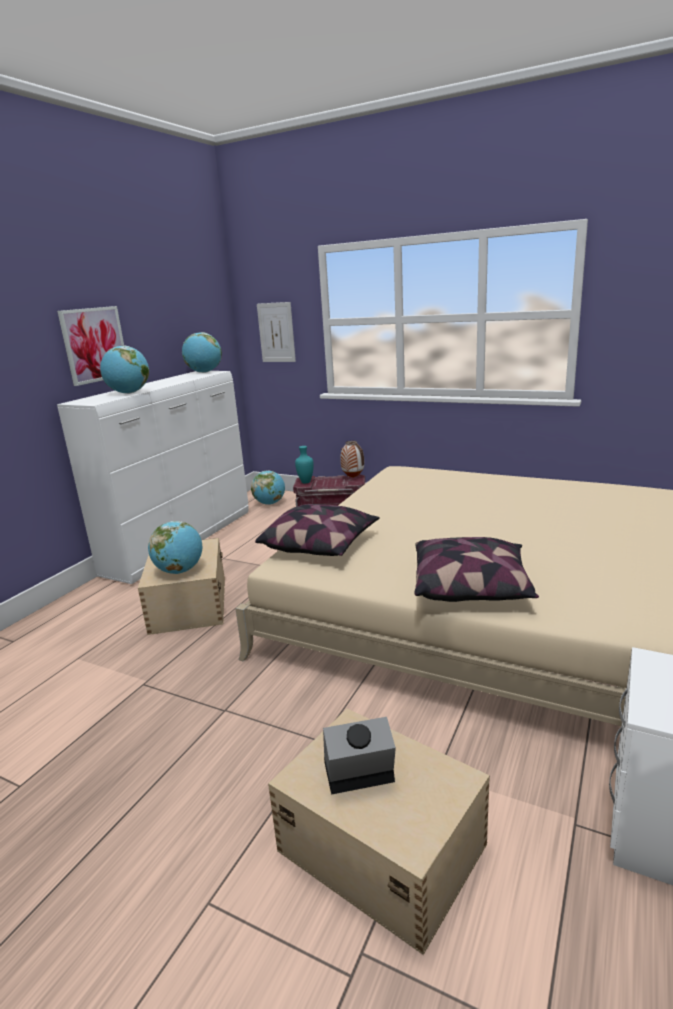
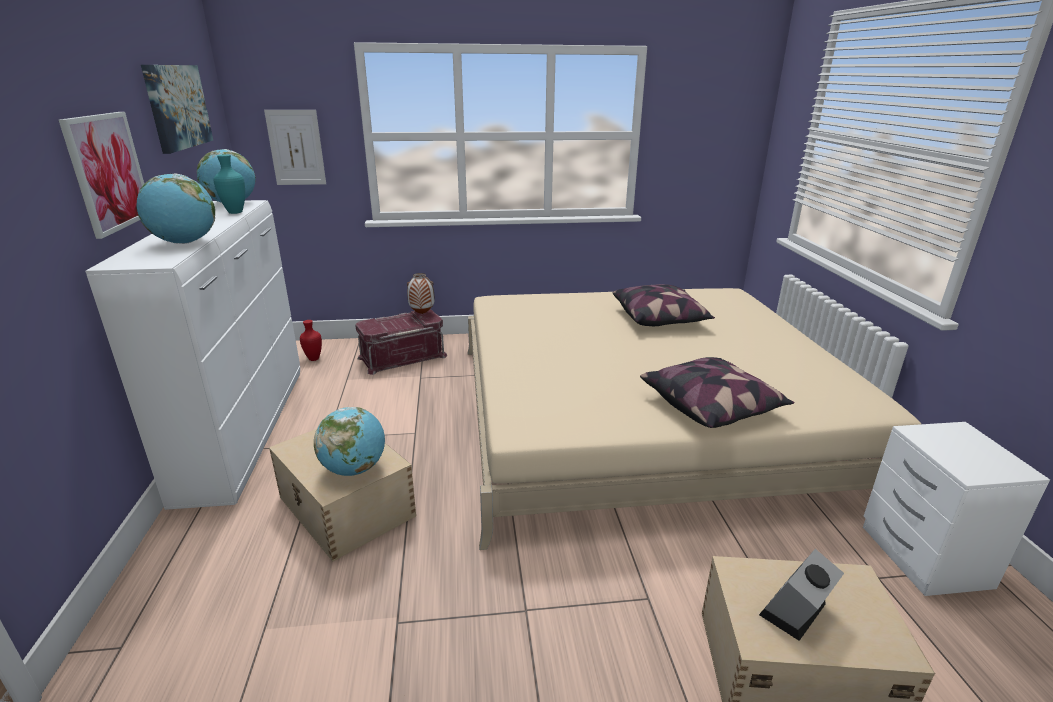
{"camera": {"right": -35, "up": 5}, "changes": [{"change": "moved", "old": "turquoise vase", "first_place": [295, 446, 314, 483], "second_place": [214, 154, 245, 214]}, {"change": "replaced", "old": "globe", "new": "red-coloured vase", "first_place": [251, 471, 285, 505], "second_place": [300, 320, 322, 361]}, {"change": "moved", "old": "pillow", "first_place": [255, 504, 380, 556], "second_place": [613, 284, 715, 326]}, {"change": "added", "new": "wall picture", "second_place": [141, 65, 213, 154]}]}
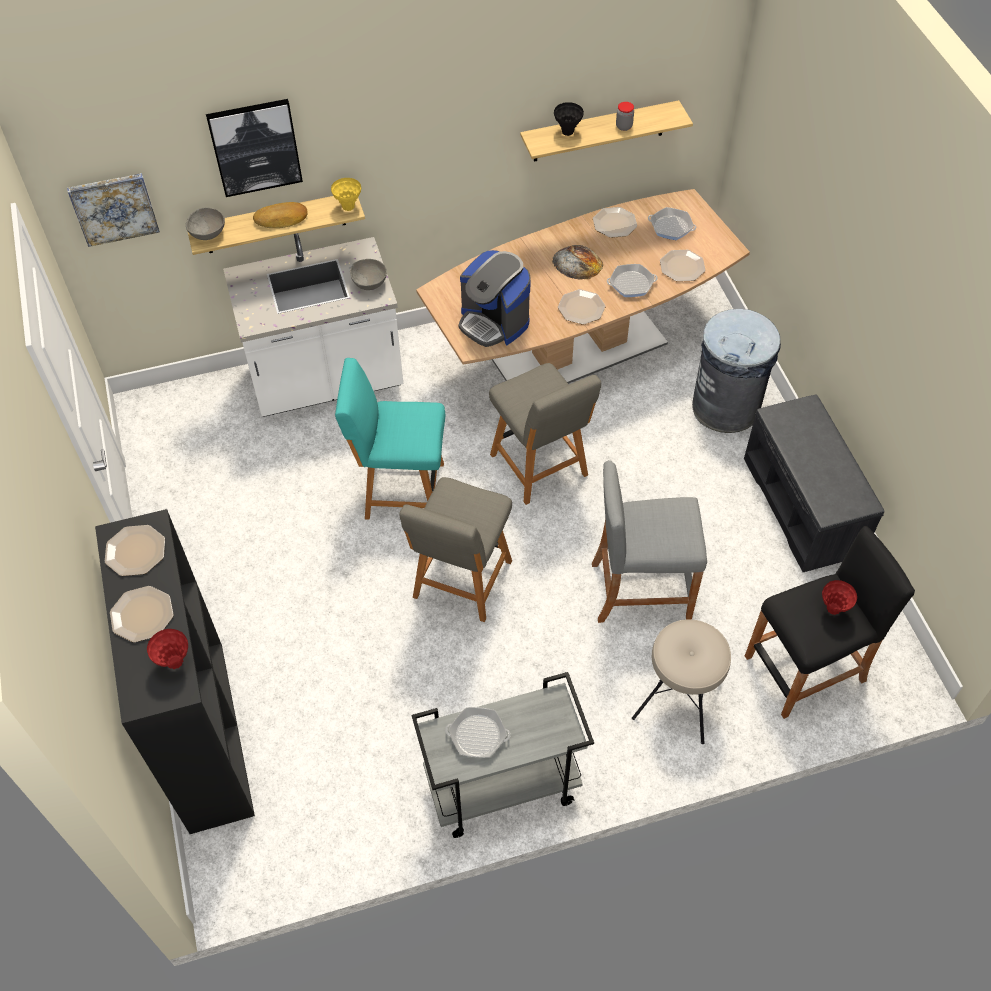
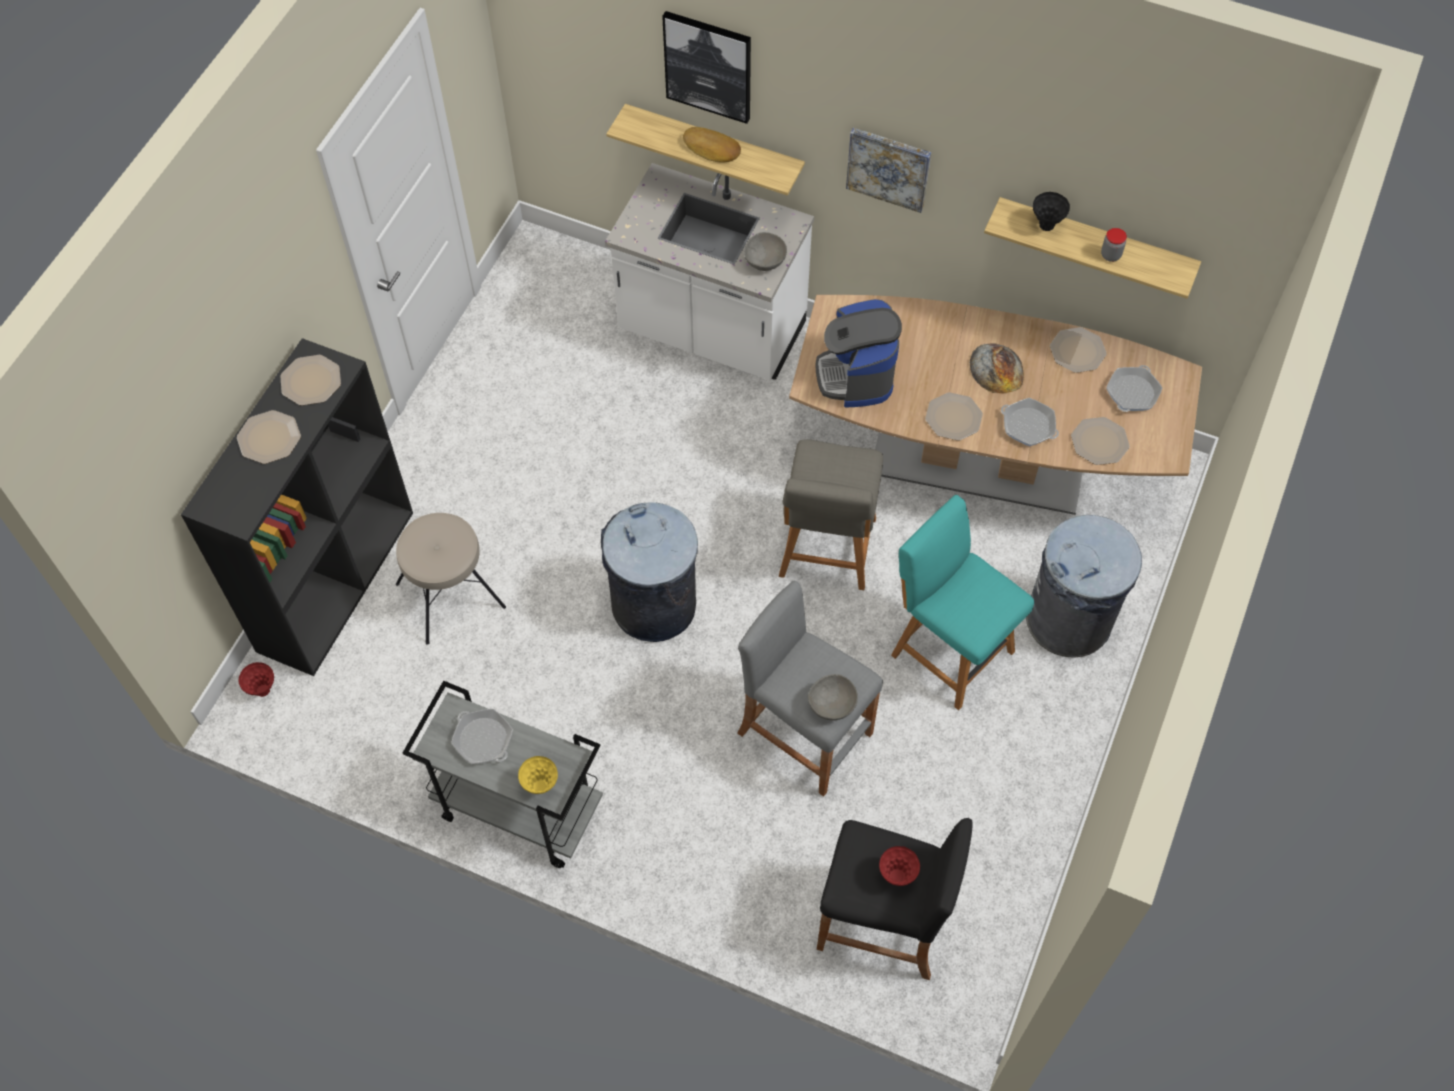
{"camera": {"right": 40, "up": 5}, "changes": [{"change": "moved", "old": "wall picture", "first_place": [67, 173, 160, 247], "second_place": [846, 128, 931, 213]}, {"change": "moved", "old": "yellow vase", "first_place": [331, 178, 361, 211], "second_place": [518, 756, 558, 794]}, {"change": "turned", "old": "frying pan", "first_place": [648, 207, 696, 240], "second_place": [1106, 365, 1162, 412], "degrees": -120}, {"change": "moved", "old": "greyish deep dish", "first_place": [186, 208, 225, 240], "second_place": [808, 674, 858, 720]}, {"change": "moved", "old": "turquoise chair", "first_place": [335, 358, 445, 520], "second_place": [891, 495, 1034, 710]}, {"change": "removed", "old": "greyish indoor bench", "first_place": [744, 394, 885, 572]}, {"change": "replaced", "old": "greyish chair", "new": "greyish rubbish bin", "first_place": [399, 477, 512, 622], "second_place": [601, 502, 698, 642]}, {"change": "moved", "old": "sand-coloured stool seat", "first_place": [632, 619, 731, 744], "second_place": [396, 513, 506, 645]}, {"change": "moved", "old": "red-coloured vase", "first_place": [147, 629, 188, 669], "second_place": [239, 662, 274, 697]}]}
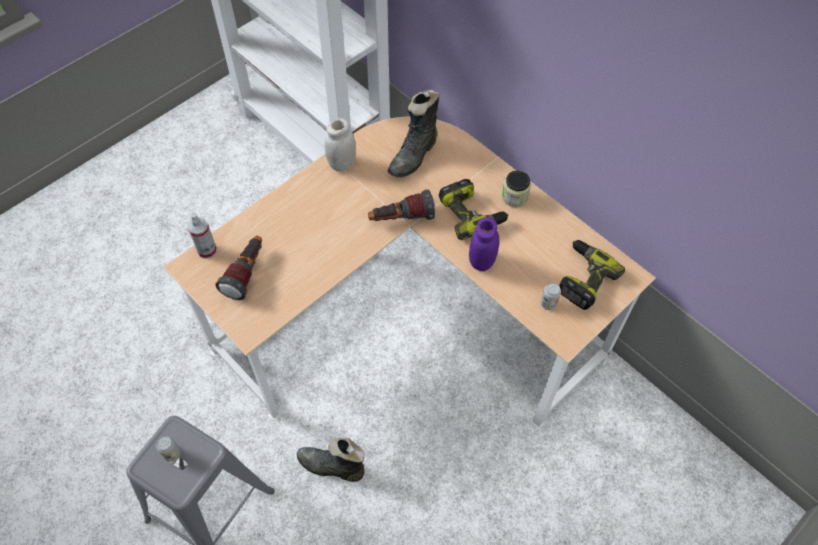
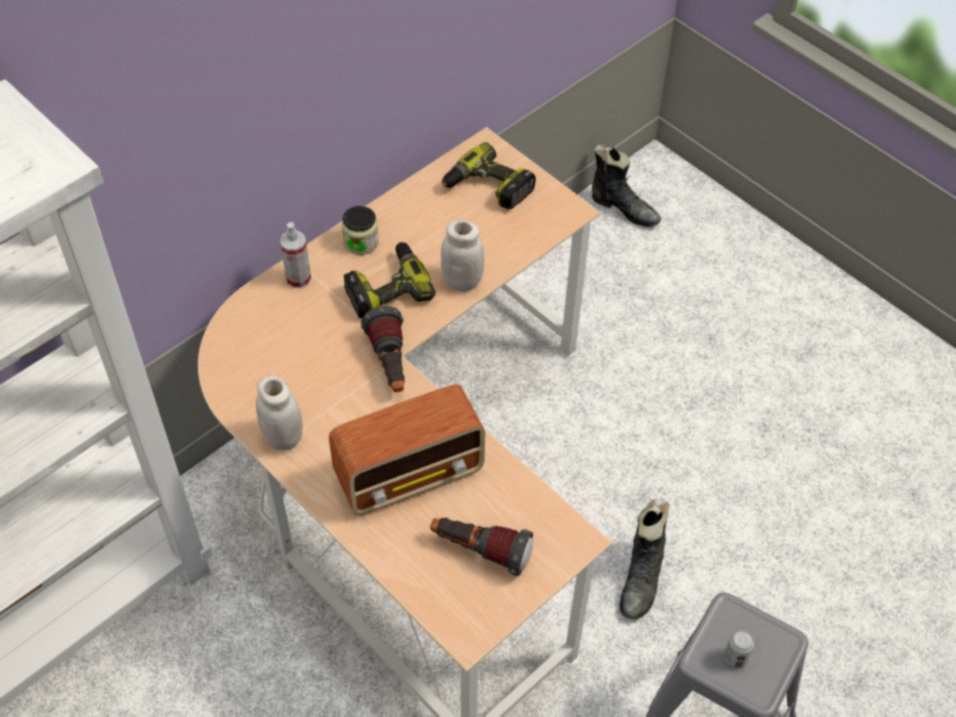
{"camera": {"right": -90, "up": -5}, "changes": [{"change": "moved", "old": "black-coloured tall boot", "first_place": [388, 90, 439, 177], "second_place": [592, 144, 661, 227]}, {"change": "moved", "old": "hand sprayer", "first_place": [187, 213, 217, 259], "second_place": [280, 222, 311, 288]}, {"change": "recoloured", "old": "purple jar", "new": "whitish jar", "first_place": [469, 217, 499, 271], "second_place": [441, 220, 484, 291]}, {"change": "removed", "old": "can", "first_place": [541, 283, 561, 310]}, {"change": "added", "new": "radio set", "second_place": [329, 384, 485, 516]}]}
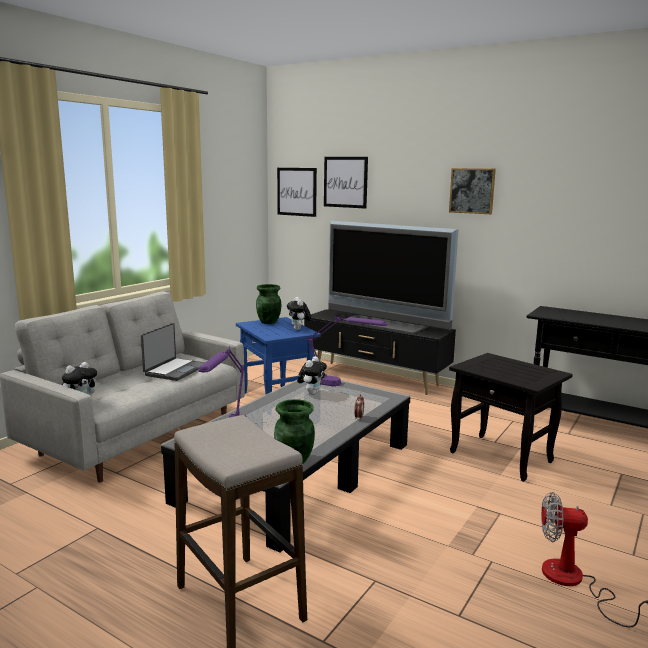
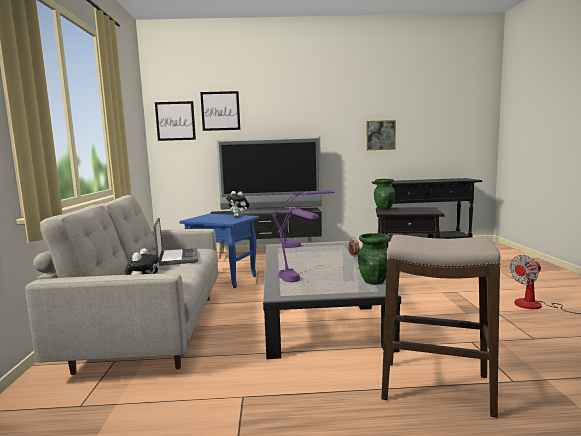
{"camera": {"right": -35, "up": -5}, "changes": [{"change": "moved", "old": "wall picture", "first_place": [449, 168, 496, 214], "second_place": [367, 120, 396, 150]}, {"change": "moved", "old": "green-coloured vase", "first_place": [256, 284, 281, 324], "second_place": [374, 179, 395, 210]}, {"change": "removed", "old": "soft toy", "first_place": [297, 356, 327, 395]}]}
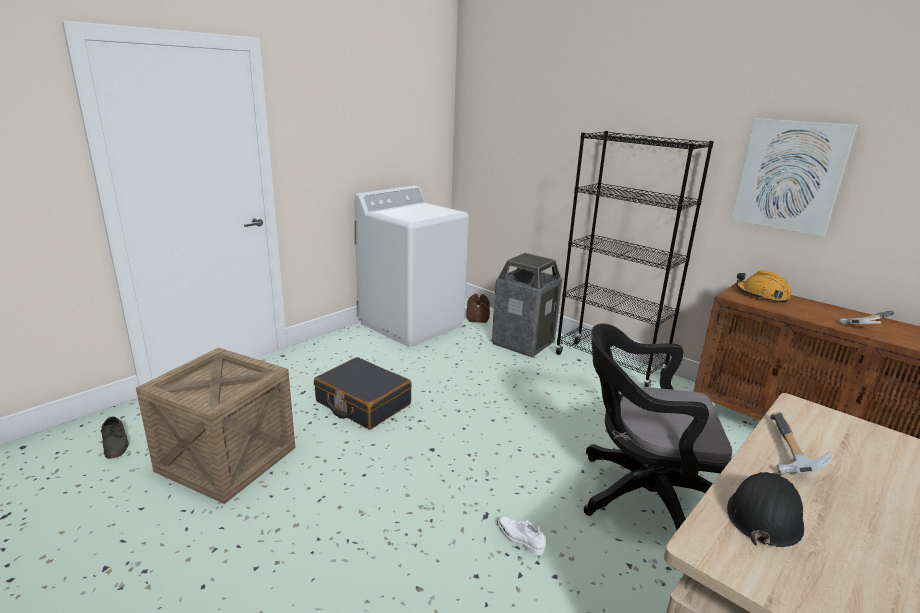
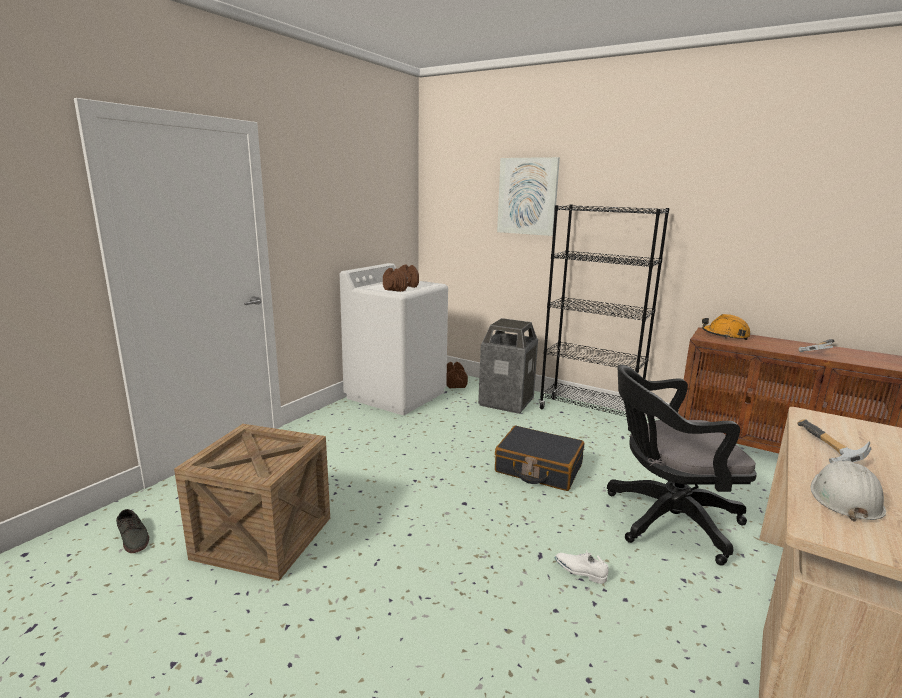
{"camera": {"right": -10, "up": -5}, "changes": [{"change": "moved", "old": "wall picture", "first_place": [731, 118, 857, 236], "second_place": [497, 157, 560, 236]}, {"change": "moved", "old": "black-coloured piece of luggage", "first_place": [314, 357, 412, 430], "second_place": [495, 426, 584, 491]}, {"change": "recoloured", "old": "black-coloured safety helmet", "new": "whitish safety helmet", "first_place": [727, 472, 804, 547], "second_place": [811, 461, 886, 521]}, {"change": "added", "new": "brown-coloured dumbbell", "second_place": [383, 264, 419, 292]}]}
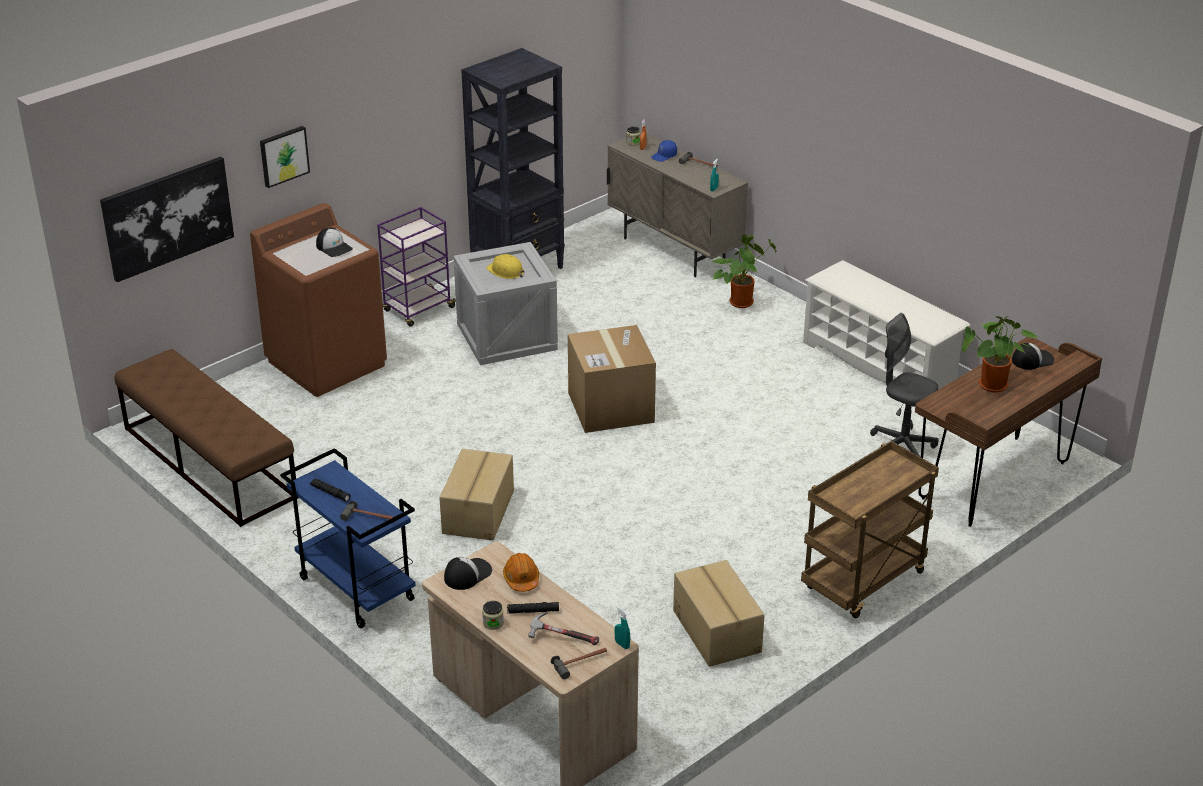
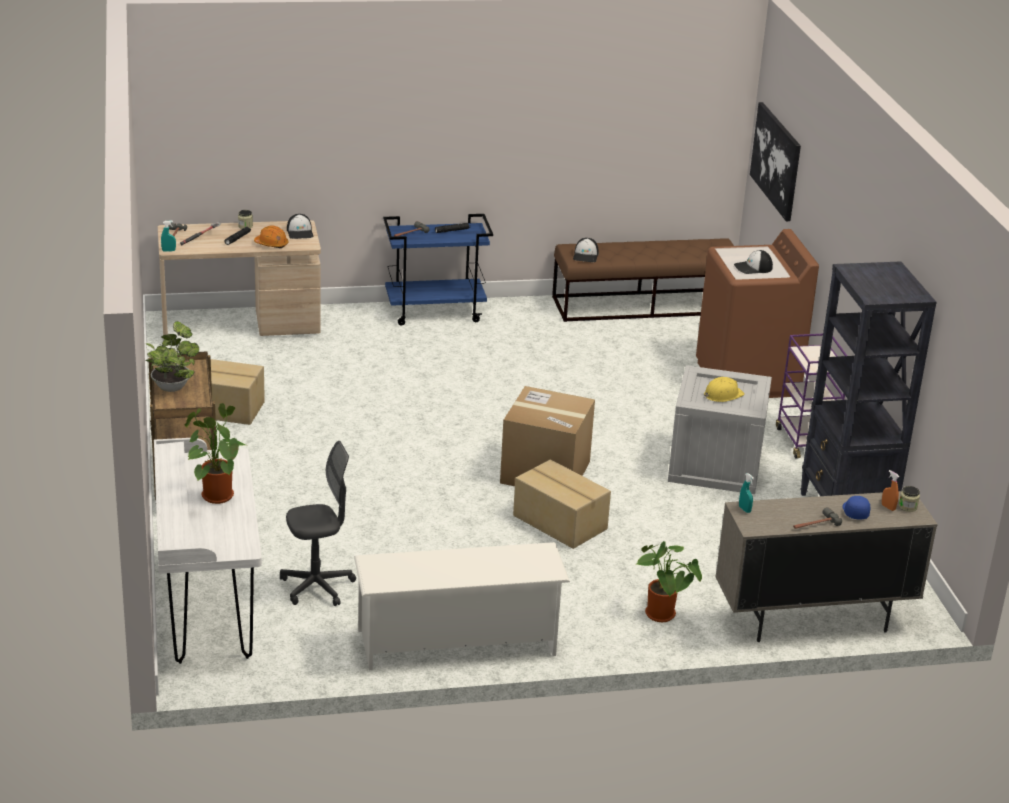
{"camera": {"right": 120, "up": -5}, "changes": [{"change": "removed", "old": "wall picture", "first_place": [260, 126, 310, 188]}, {"change": "recoloured", "old": "brown-coloured desk table", "new": "whitish desk table", "first_place": [915, 337, 1102, 527], "second_place": [154, 438, 262, 664]}, {"change": "moved", "old": "baseball cap", "first_place": [1012, 343, 1055, 370], "second_place": [573, 238, 599, 262]}, {"change": "moved", "old": "carton", "first_place": [439, 449, 514, 541], "second_place": [513, 459, 611, 549]}, {"change": "added", "new": "potted plant", "second_place": [145, 321, 199, 392]}]}
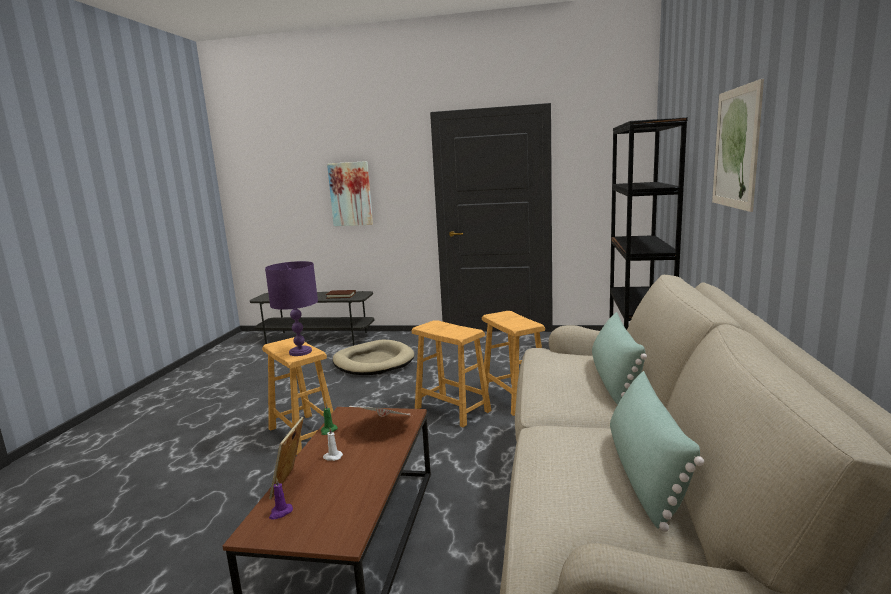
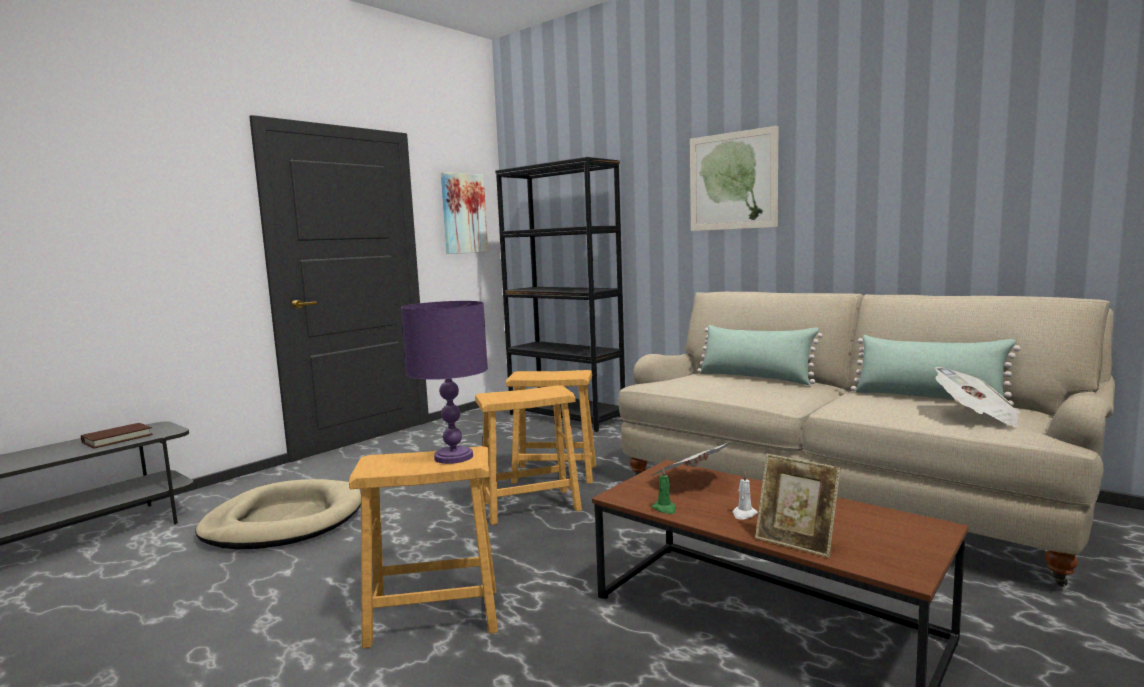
{"camera": {"right": -60, "up": -5}, "changes": [{"change": "moved", "old": "wall picture", "first_place": [327, 161, 373, 226], "second_place": [441, 172, 488, 254]}, {"change": "removed", "old": "purple candle", "first_place": [269, 478, 293, 520]}, {"change": "added", "new": "printed paper", "second_place": [935, 367, 1021, 427]}]}
